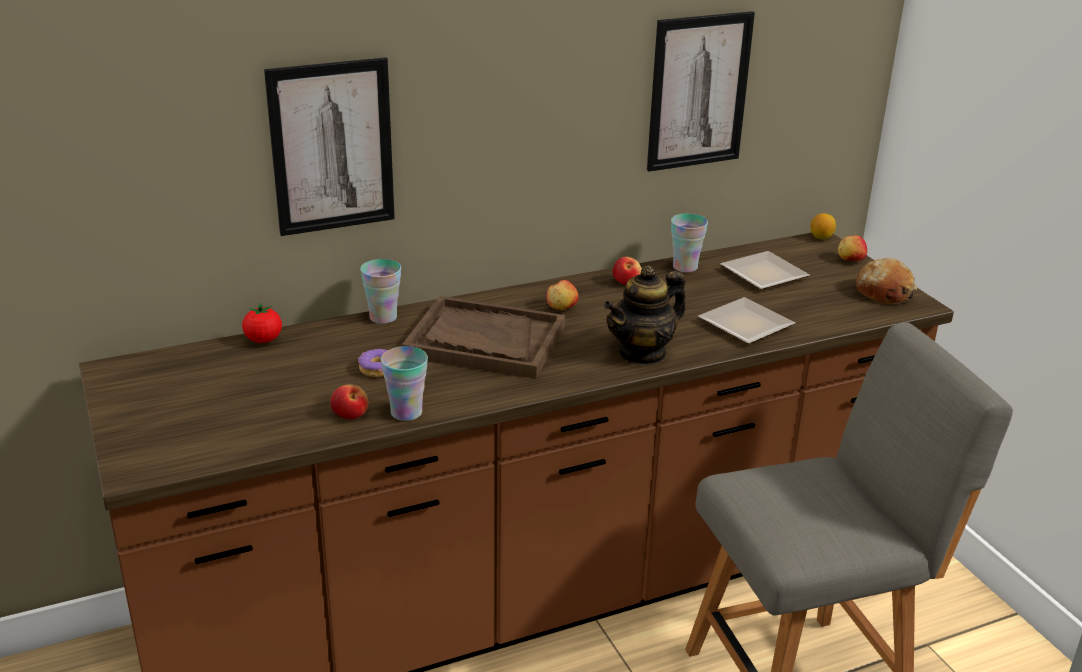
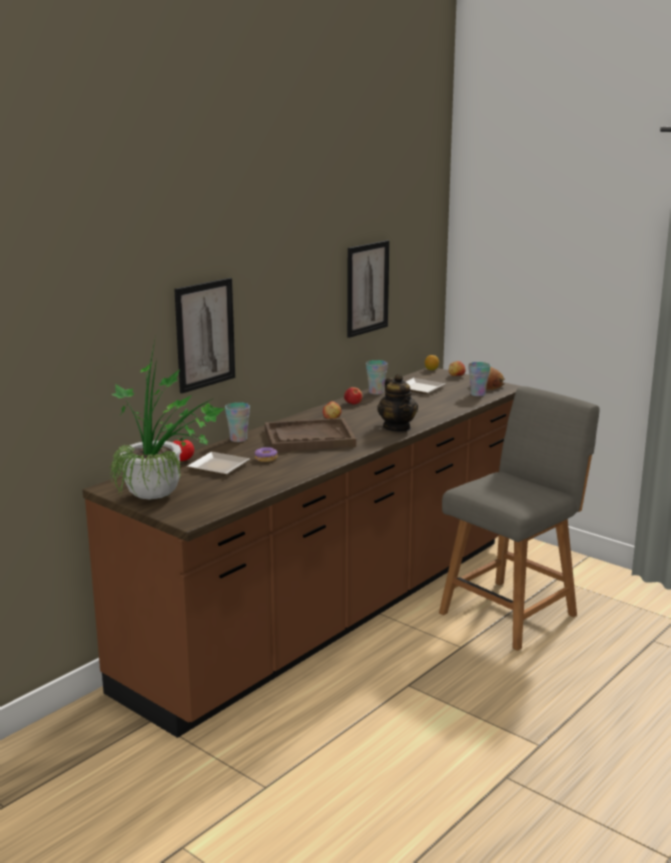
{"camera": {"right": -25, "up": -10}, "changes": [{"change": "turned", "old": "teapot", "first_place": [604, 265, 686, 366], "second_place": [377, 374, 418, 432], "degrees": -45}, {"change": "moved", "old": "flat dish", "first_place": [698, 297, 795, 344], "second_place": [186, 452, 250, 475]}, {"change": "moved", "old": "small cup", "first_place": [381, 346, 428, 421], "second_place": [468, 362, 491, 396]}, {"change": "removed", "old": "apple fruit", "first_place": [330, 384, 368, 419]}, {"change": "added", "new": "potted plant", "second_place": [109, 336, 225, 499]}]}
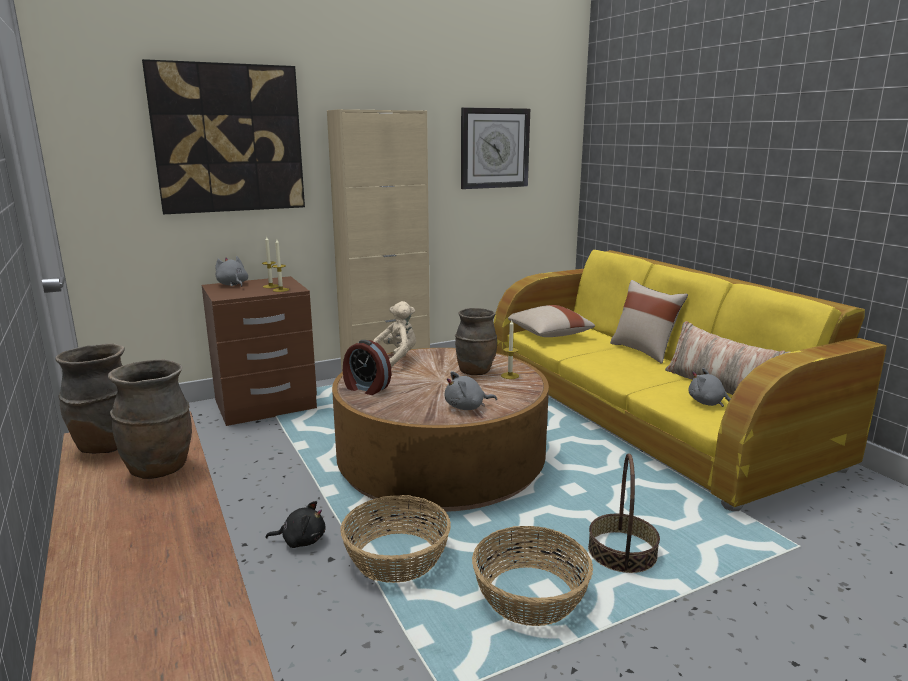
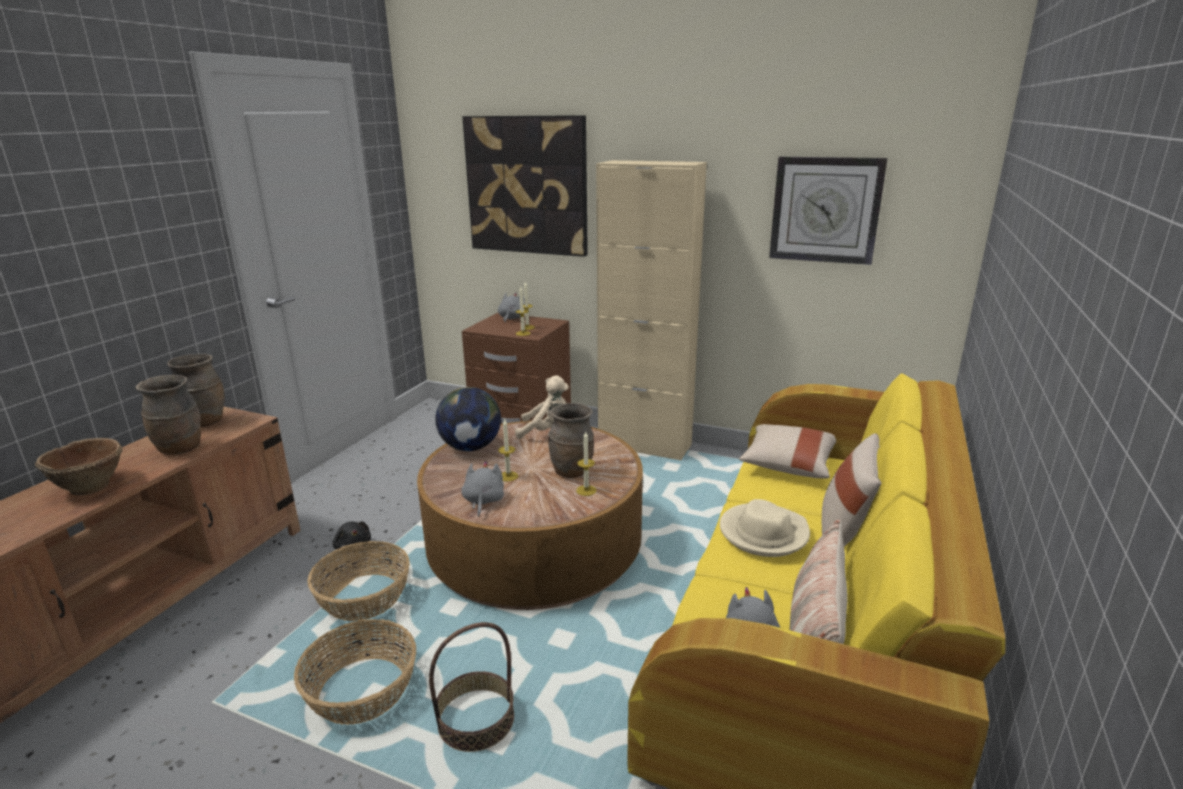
{"camera": {"right": 50, "up": 5}, "changes": [{"change": "replaced", "old": "table clock", "new": "globe", "first_place": [343, 340, 392, 395], "second_place": [435, 387, 501, 451]}, {"change": "turned", "old": "greyish soft toy", "first_place": [445, 371, 497, 410], "second_place": [461, 461, 504, 517], "degrees": 60}, {"change": "added", "new": "candle", "second_place": [498, 419, 518, 482]}, {"change": "added", "new": "brown-coloured deep dish", "second_place": [35, 438, 123, 496]}, {"change": "added", "new": "sand-coloured clothing hat", "second_place": [720, 499, 810, 557]}]}
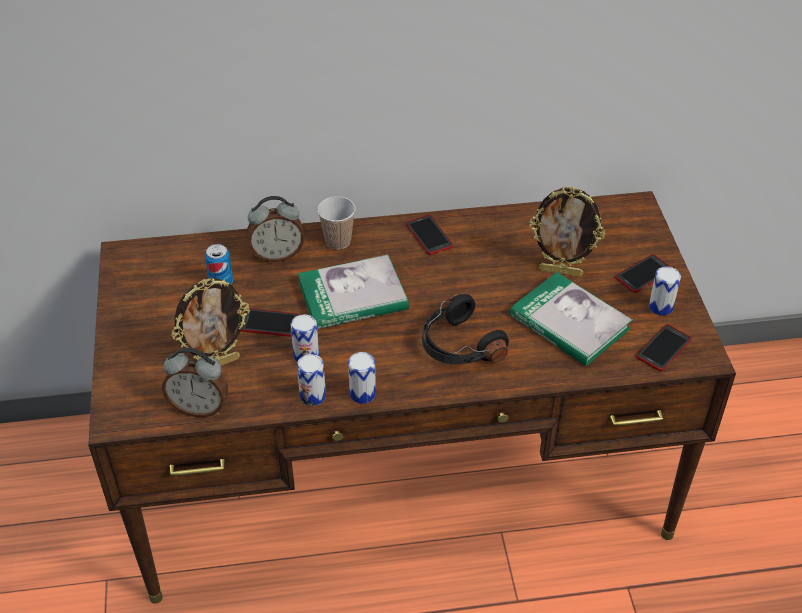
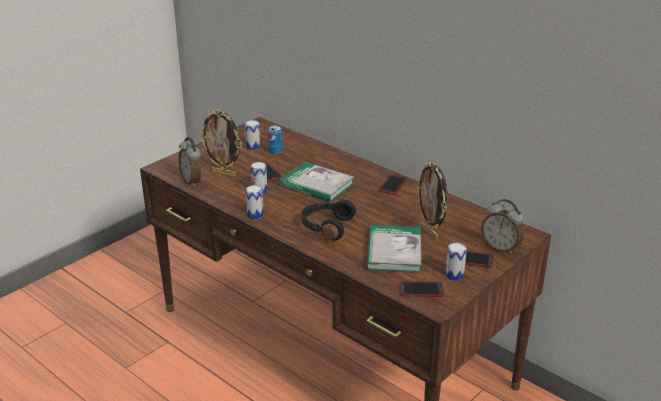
{"camera": {"right": 50, "up": -15}, "changes": [{"change": "moved", "old": "table clock", "first_place": [247, 196, 304, 262], "second_place": [481, 199, 524, 254]}, {"change": "removed", "old": "small cup", "first_place": [317, 196, 356, 250]}, {"change": "moved", "old": "can", "first_place": [297, 354, 326, 406], "second_place": [245, 120, 260, 150]}]}
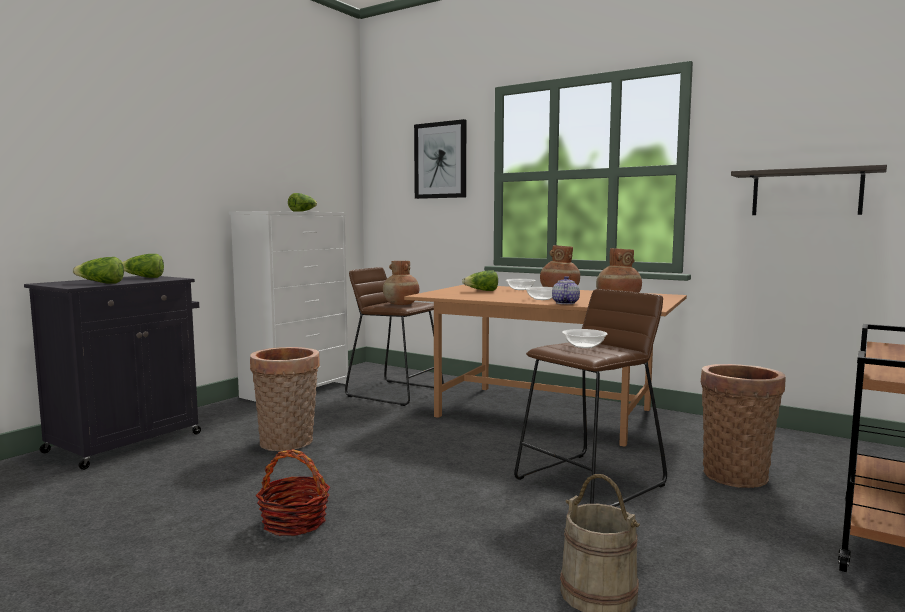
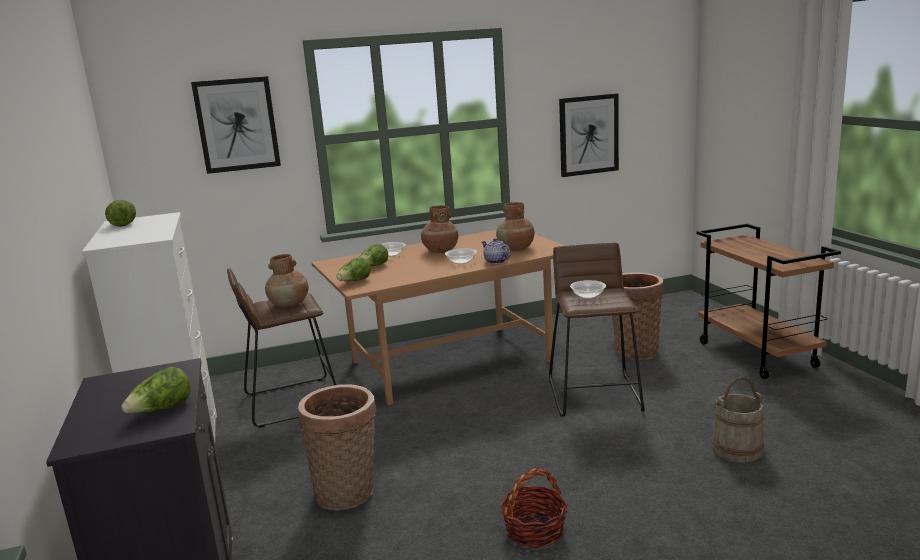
{"camera": {"right": -50, "up": 10}, "changes": [{"change": "replaced", "old": "wall shelf", "new": "wall picture", "first_place": [731, 165, 887, 215], "second_place": [559, 93, 619, 177]}, {"change": "moved", "old": "head of lettuce", "first_place": [122, 254, 164, 278], "second_place": [336, 257, 371, 282]}]}
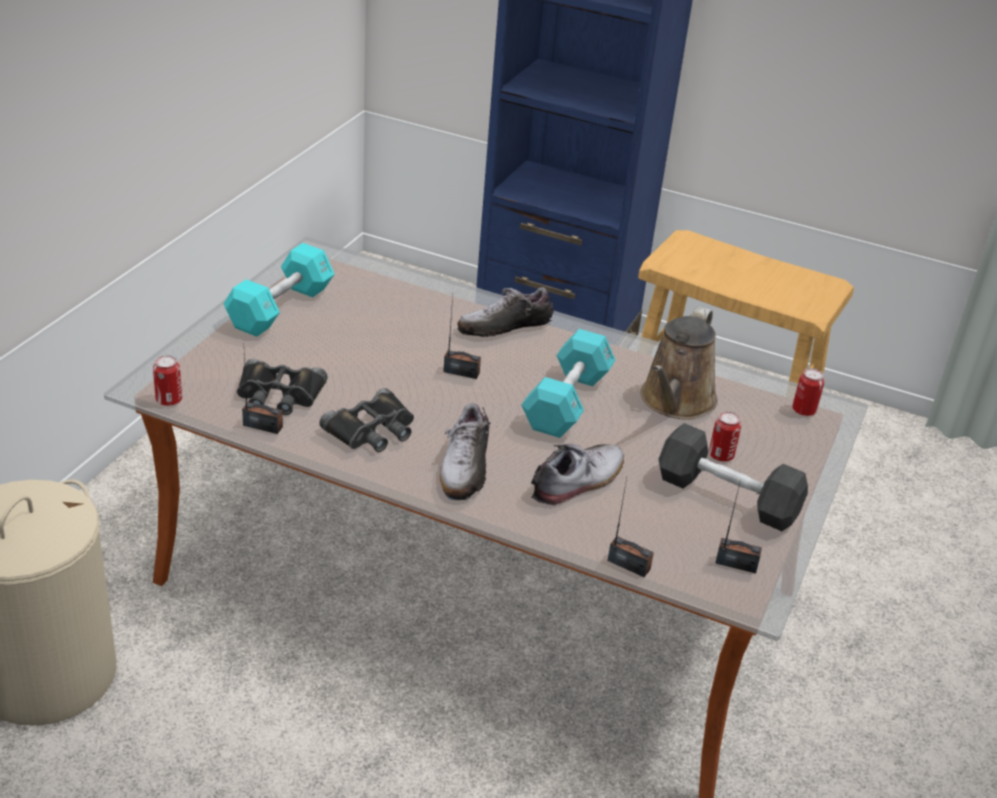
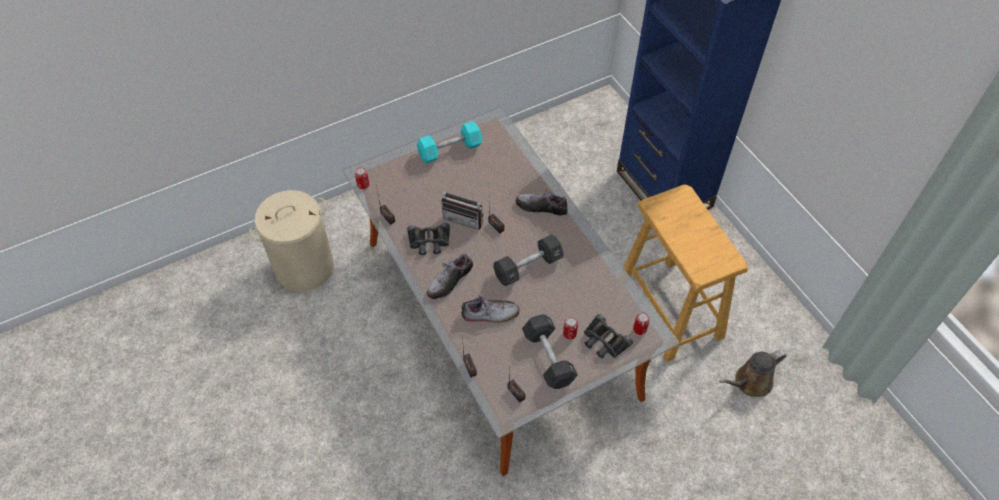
{"camera": {"right": 40, "up": 20}, "changes": [{"change": "moved", "old": "brown-coloured watering can", "first_place": [640, 307, 718, 419], "second_place": [719, 350, 787, 397]}, {"change": "recoloured", "old": "turquoise dumbbell", "new": "black-coloured dumbbell", "first_place": [521, 329, 615, 438], "second_place": [494, 234, 563, 286]}, {"change": "moved", "old": "black-coloured field glasses", "first_place": [237, 359, 328, 415], "second_place": [584, 314, 633, 358]}, {"change": "added", "new": "radio set", "second_place": [442, 180, 483, 230]}]}
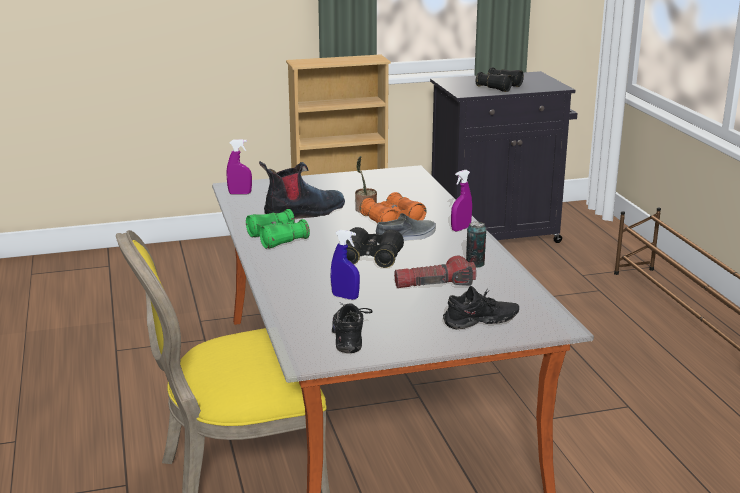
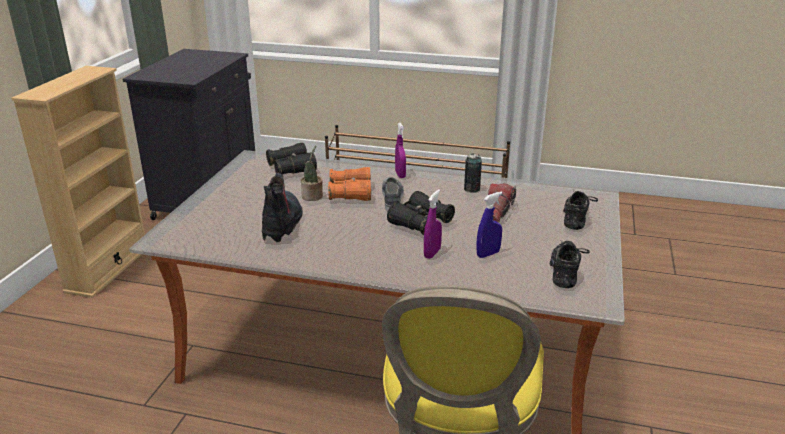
{"camera": {"right": -60, "up": 5}, "changes": [{"change": "moved", "old": "black-coloured field glasses", "first_place": [476, 67, 524, 92], "second_place": [266, 143, 317, 174]}, {"change": "moved", "old": "purple hand sprayer", "first_place": [227, 139, 252, 194], "second_place": [424, 189, 442, 259]}, {"change": "removed", "old": "green-coloured field glasses", "first_place": [246, 209, 310, 249]}, {"change": "turned", "old": "black-coloured low shoe", "first_place": [332, 304, 372, 353], "second_place": [550, 241, 590, 288], "degrees": 75}]}
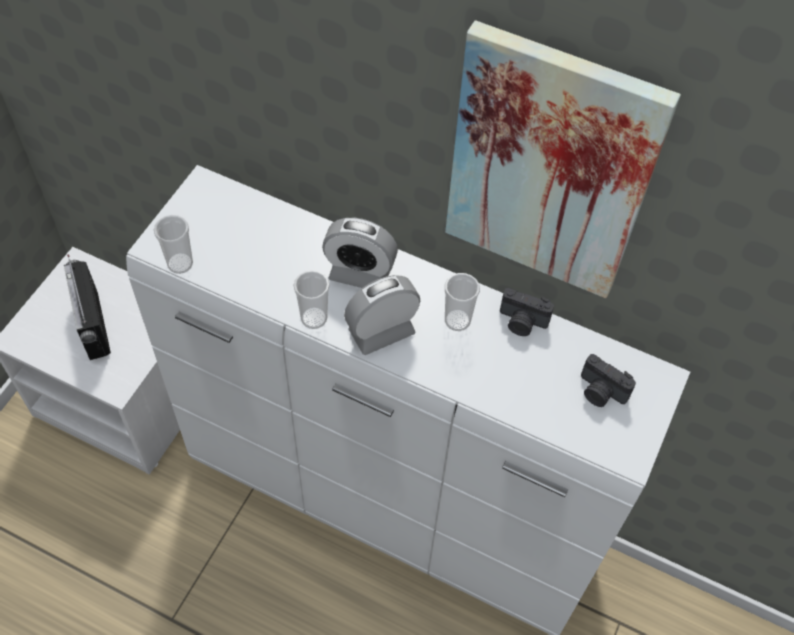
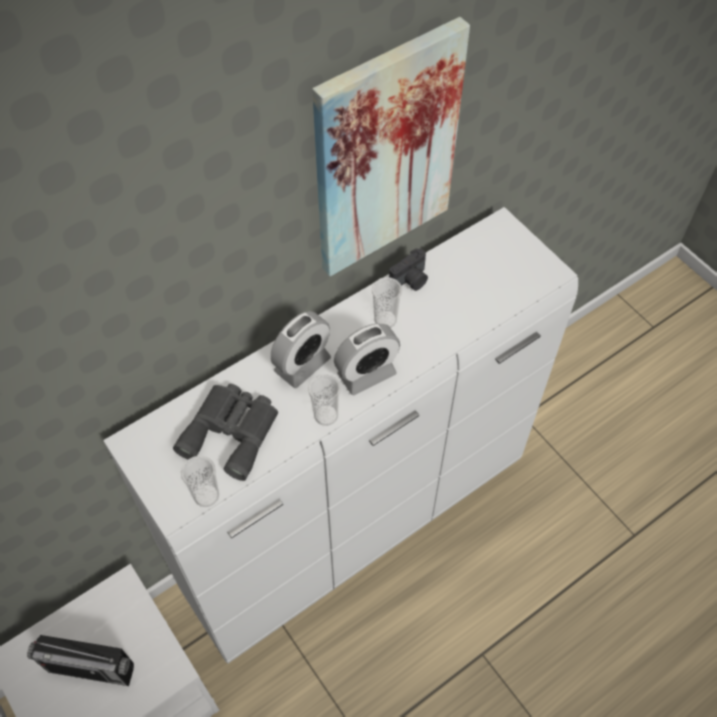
{"camera": {"right": -60, "up": 0}, "changes": [{"change": "turned", "old": "table clock", "first_place": [344, 275, 420, 355], "second_place": [334, 324, 400, 395], "degrees": -120}, {"change": "removed", "old": "still camera", "first_place": [581, 354, 636, 407]}, {"change": "added", "new": "greyish field glasses", "second_place": [173, 384, 278, 481]}]}
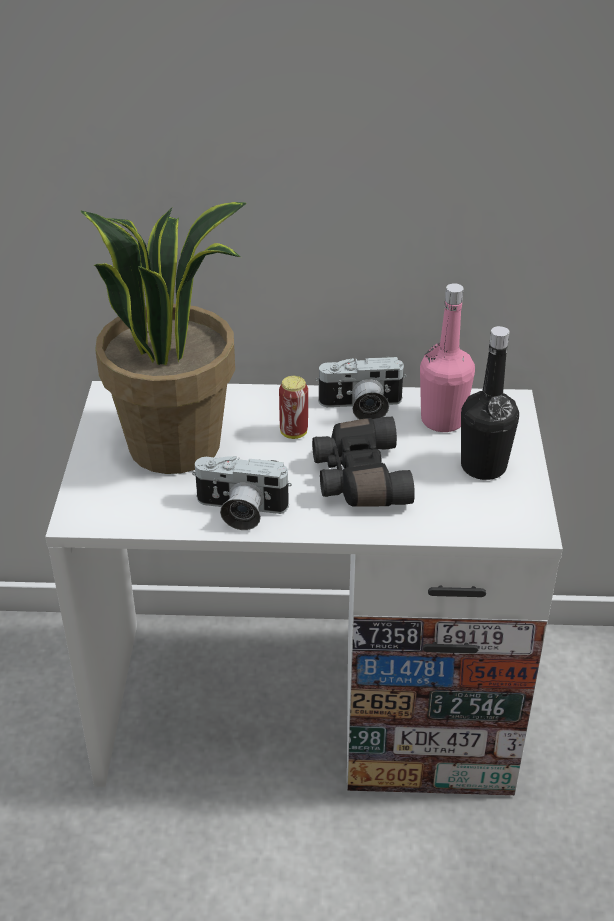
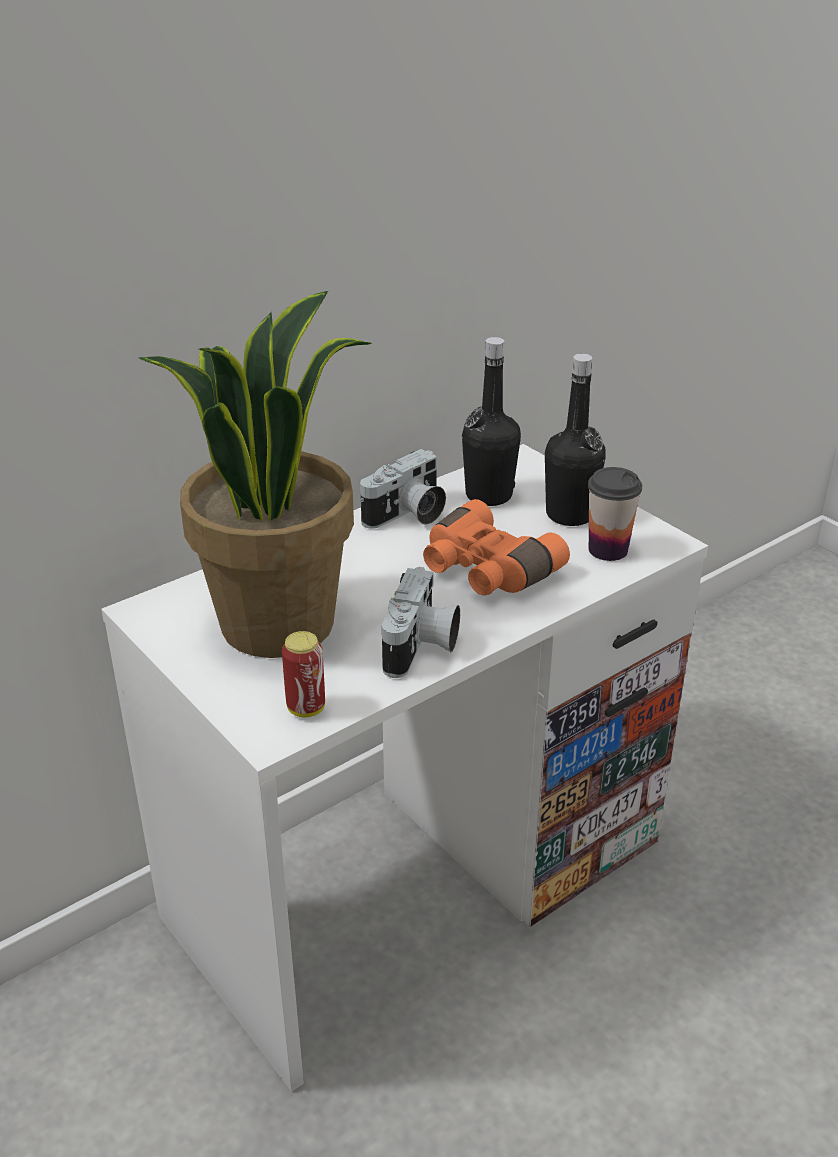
{"camera": {"right": -40, "up": -5}, "changes": [{"change": "recoloured", "old": "pinkish bottle", "new": "black-coloured bottle", "first_place": [420, 283, 475, 432], "second_place": [462, 337, 521, 506]}, {"change": "moved", "old": "can", "first_place": [279, 376, 308, 439], "second_place": [282, 631, 325, 717]}, {"change": "recoloured", "old": "black-coloured field glasses", "new": "orangey field glasses", "first_place": [312, 417, 415, 506], "second_place": [423, 499, 570, 595]}, {"change": "turned", "old": "still camera", "first_place": [192, 456, 292, 530], "second_place": [382, 567, 460, 678], "degrees": -45}, {"change": "added", "new": "small cup", "second_place": [588, 467, 642, 561]}]}
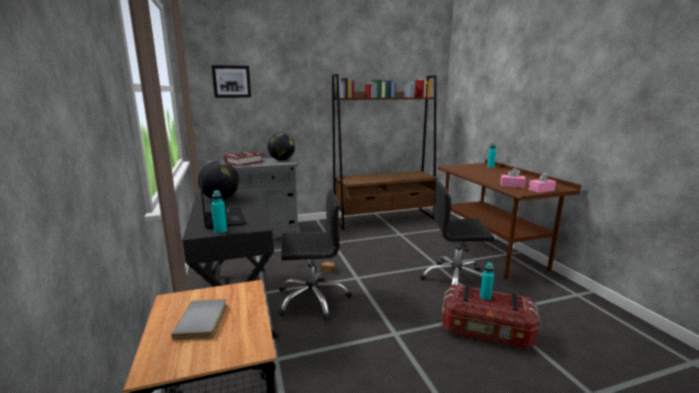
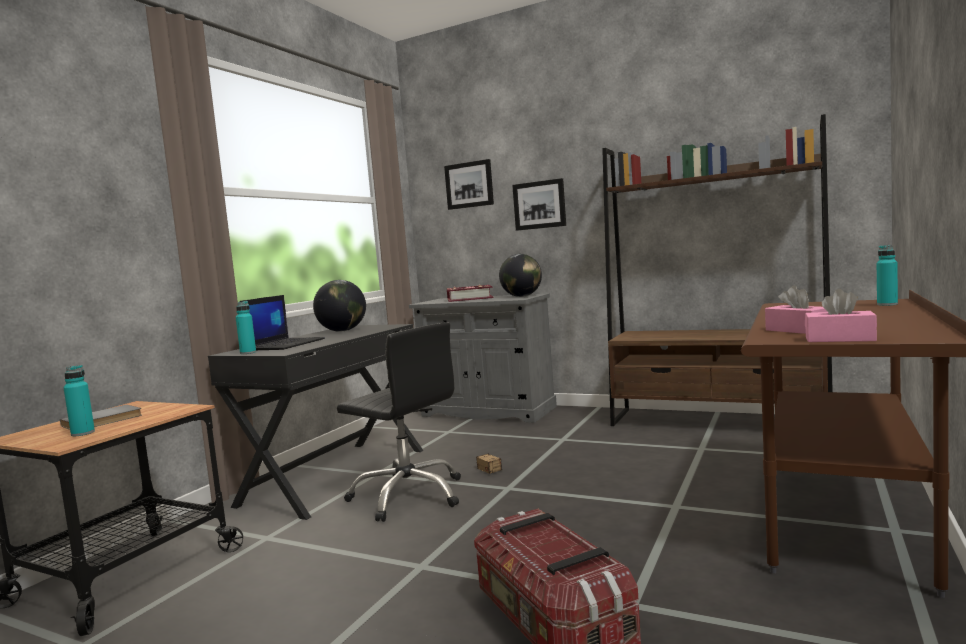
{"camera": {"right": 45, "up": -10}, "changes": [{"change": "removed", "old": "black-coloured desk chair", "first_place": [420, 181, 495, 290]}, {"change": "moved", "old": "turquoise bottle", "first_place": [480, 262, 494, 300], "second_place": [64, 365, 95, 436]}, {"change": "added", "new": "wall picture", "second_place": [512, 178, 566, 231]}]}
